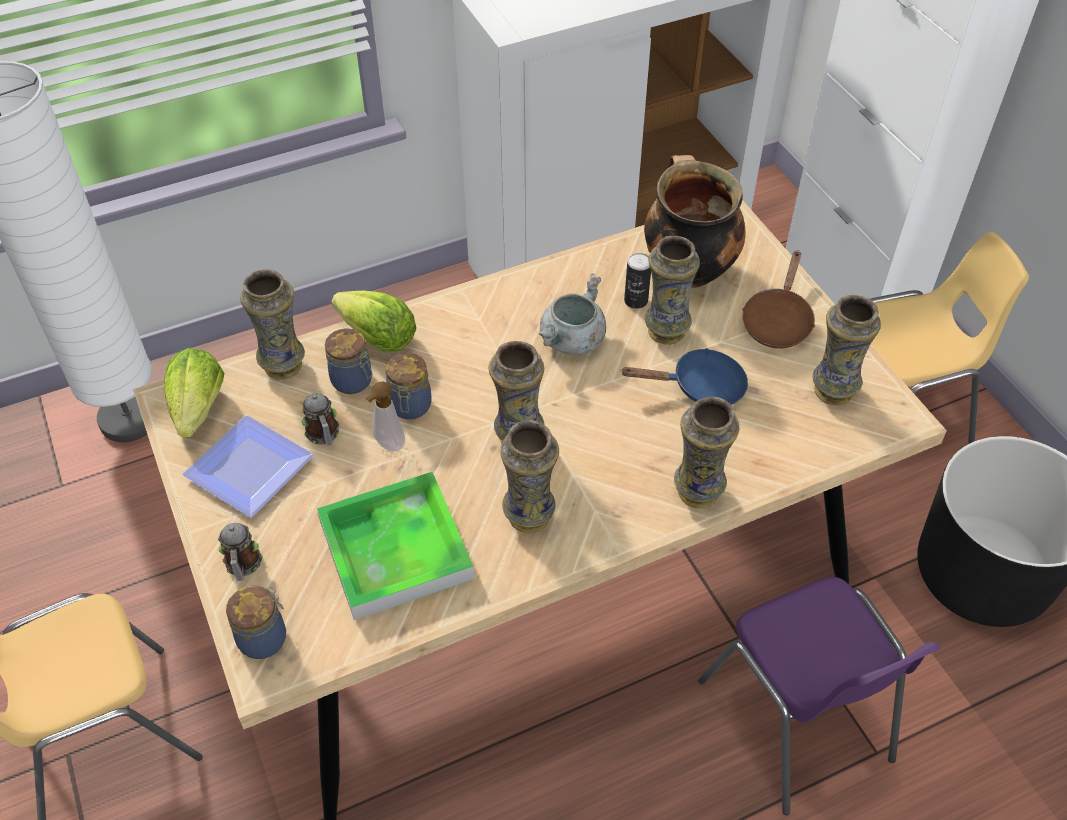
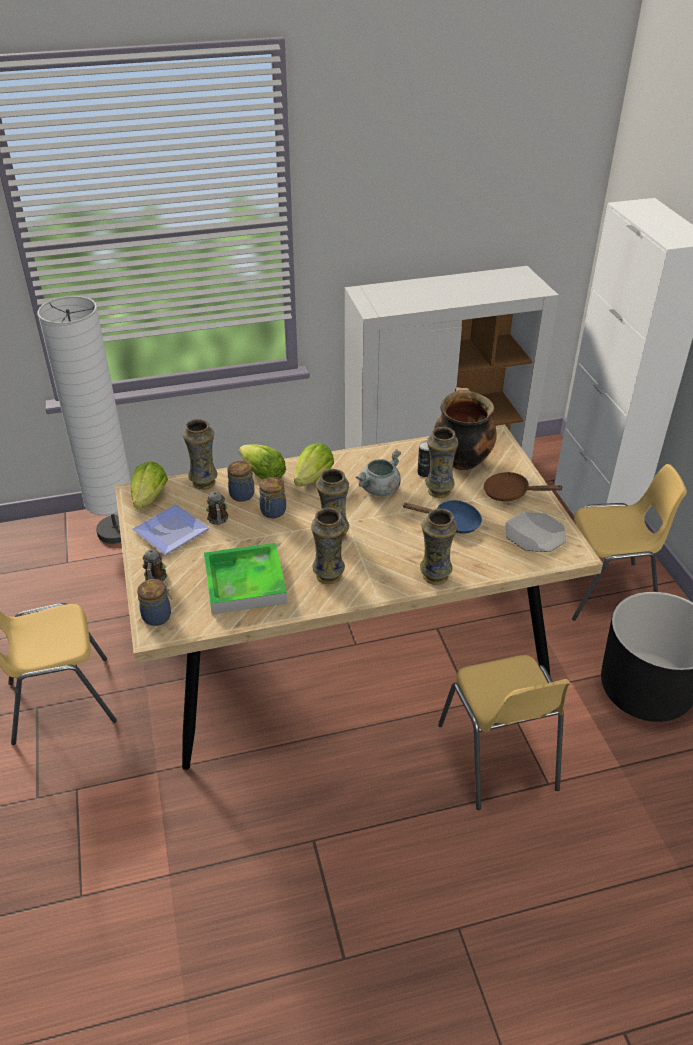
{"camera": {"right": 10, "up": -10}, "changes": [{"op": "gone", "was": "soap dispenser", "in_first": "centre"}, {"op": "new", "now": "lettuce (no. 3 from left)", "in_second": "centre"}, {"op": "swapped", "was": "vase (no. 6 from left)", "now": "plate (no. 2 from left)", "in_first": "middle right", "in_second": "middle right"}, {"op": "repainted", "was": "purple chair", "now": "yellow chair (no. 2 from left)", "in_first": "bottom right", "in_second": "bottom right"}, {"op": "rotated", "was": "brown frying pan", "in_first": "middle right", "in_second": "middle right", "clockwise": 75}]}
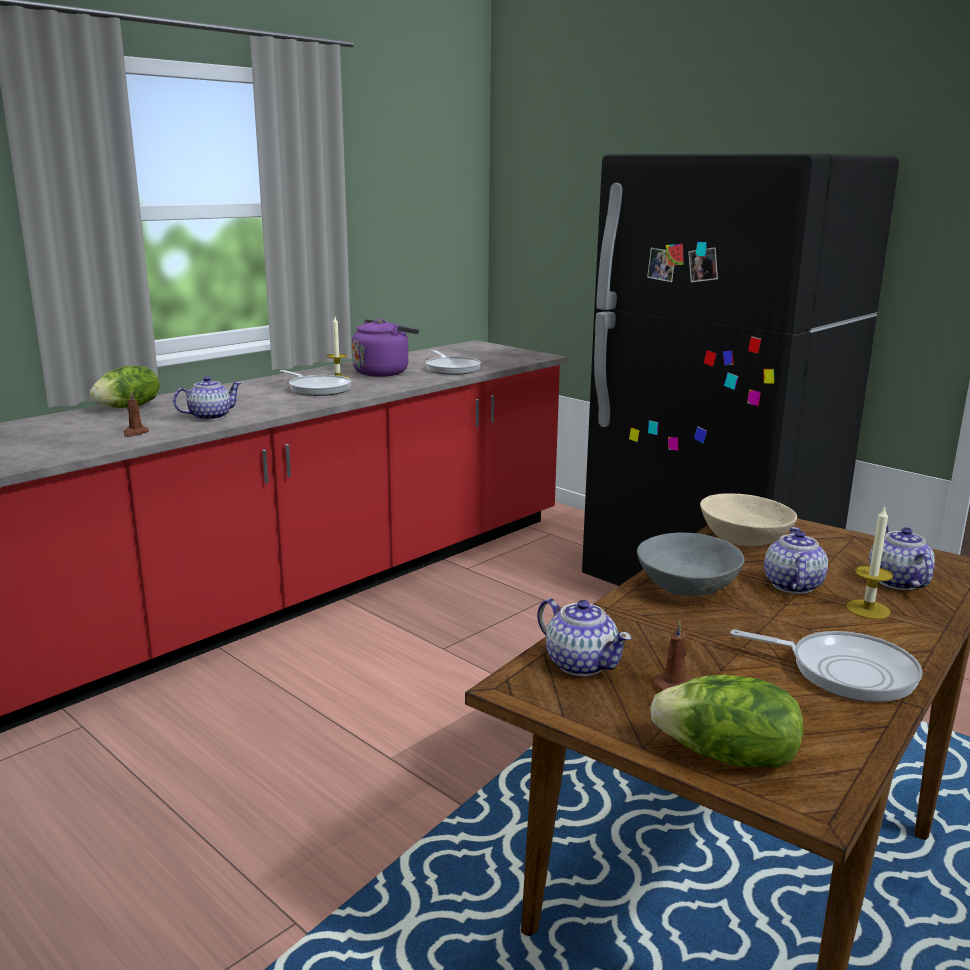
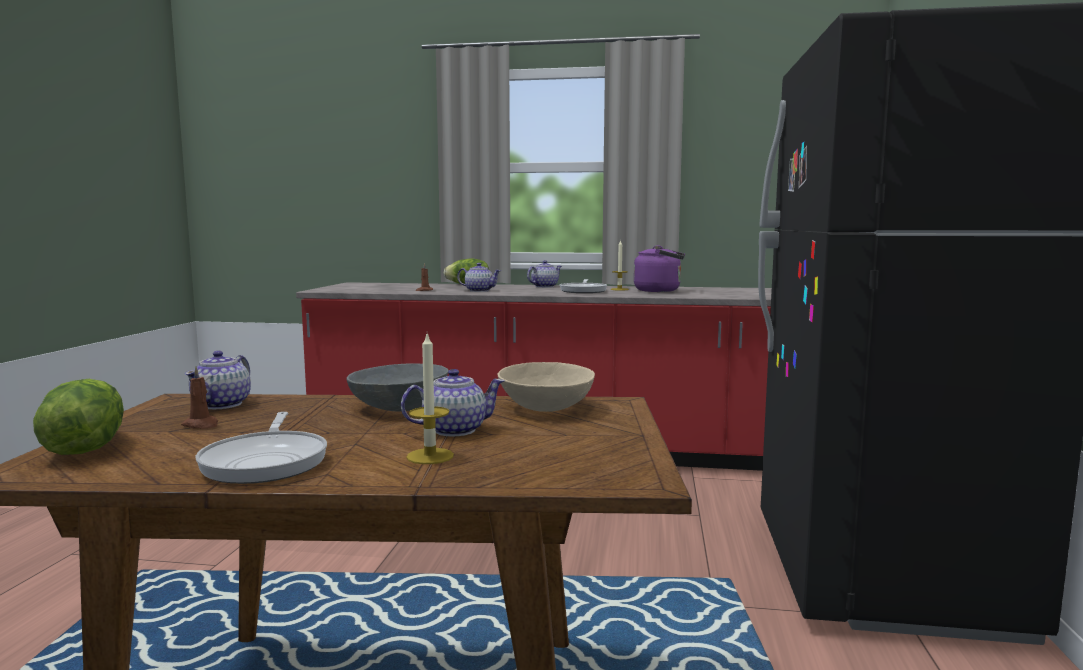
{"camera": {"right": 55, "up": -10}, "changes": [{"op": "gone", "was": "frying pan (no. 2 from left)", "in_first": "centre"}, {"op": "shifted", "was": "teapot (no. 4 from left)", "in_first": "middle right", "in_second": "centre"}]}
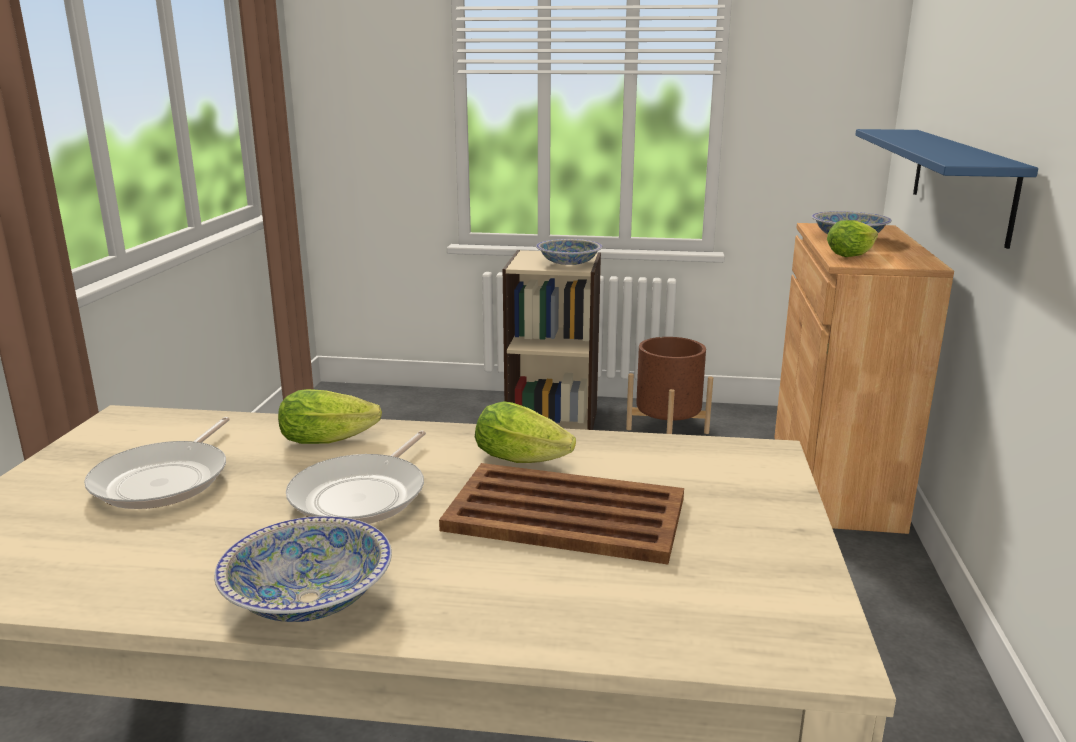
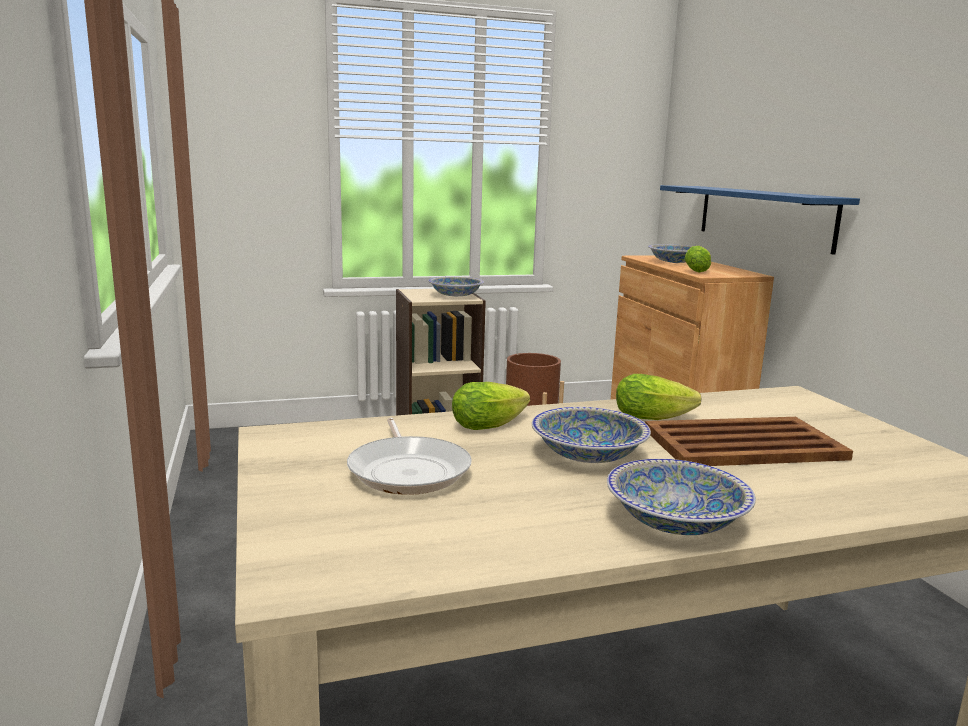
{"camera": {"right": -25, "up": -5}, "changes": [{"op": "swapped", "was": "frying pan (no. 2 from left)", "now": "bowl (no. 2 from left)", "in_first": "middle left", "in_second": "centre"}]}
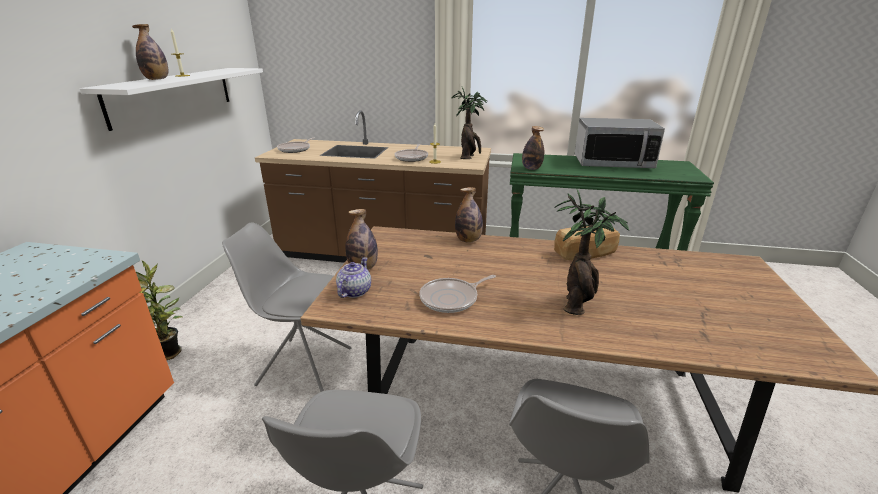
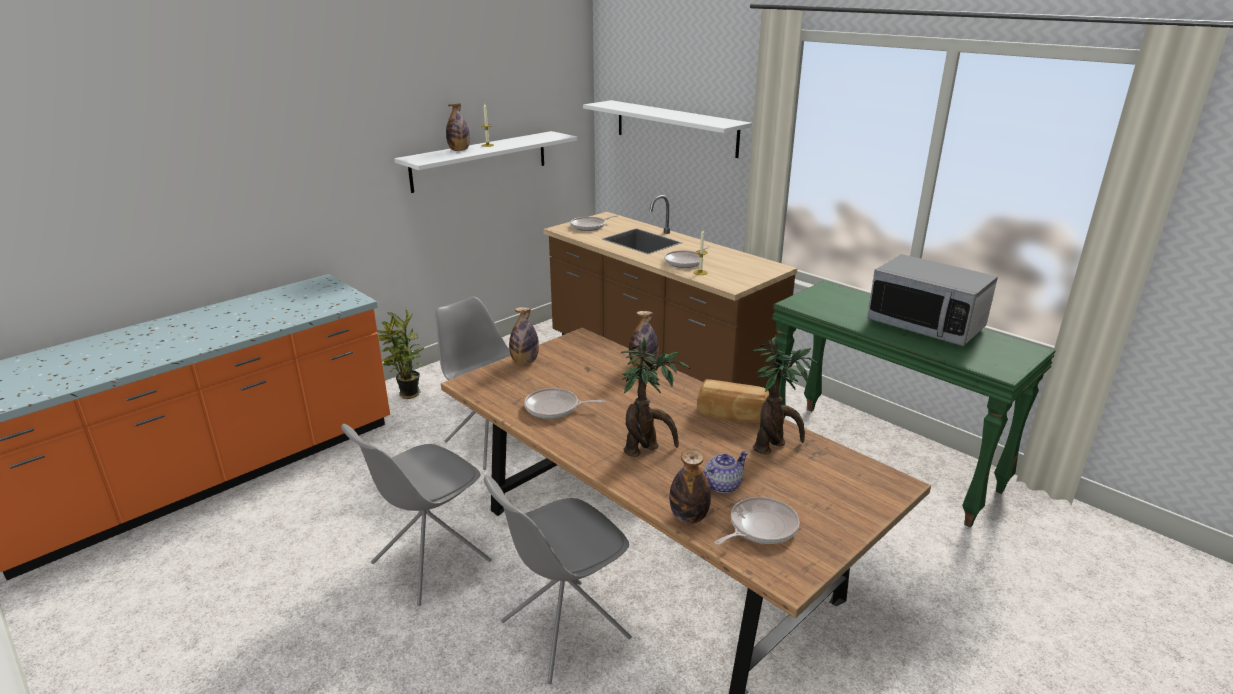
{"camera": {"right": 35, "up": 0}, "changes": [{"op": "new", "now": "white shelf (no. 2 from left)", "in_second": "top centre"}, {"op": "new", "now": "frying pan (no. 4 from left)", "in_second": "bottom centre"}, {"op": "shifted", "was": "teapot", "in_first": "centre", "in_second": "bottom centre"}, {"op": "shifted", "was": "potted plant (no. 2 from left in the first image)", "now": "potted plant (no. 3 from left)", "in_first": "top centre", "in_second": "centre"}, {"op": "shifted", "was": "bottle (no. 4 from left)", "in_first": "top centre", "in_second": "bottom centre"}]}
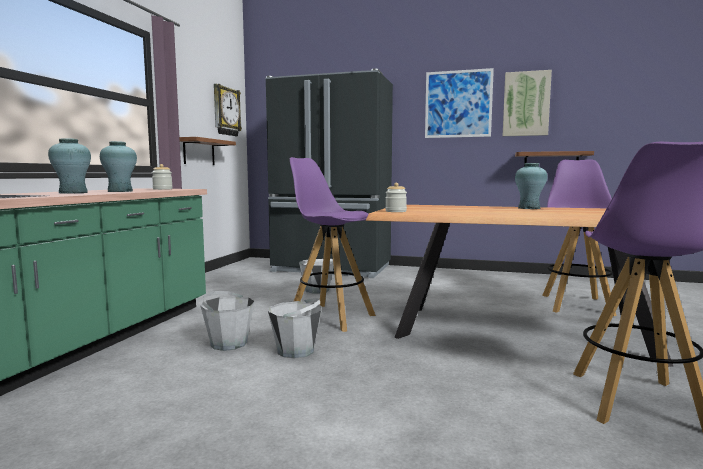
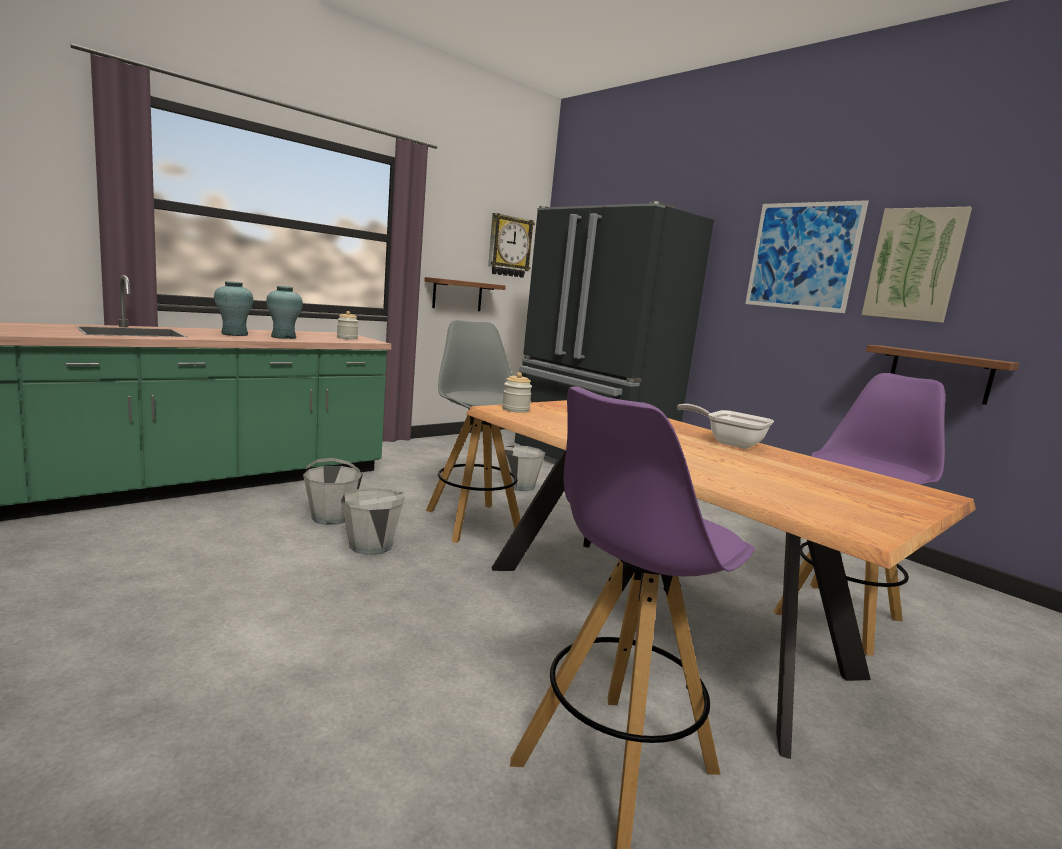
{"camera": {"right": 30, "up": 5}, "changes": [{"op": "swapped", "was": "turquoise vase (no. 3 from left)", "now": "frying pan", "in_first": "middle right", "in_second": "middle right"}, {"op": "repainted", "was": "purple stool (no. 1 from left)", "now": "grey stool", "in_first": "centre", "in_second": "centre"}]}
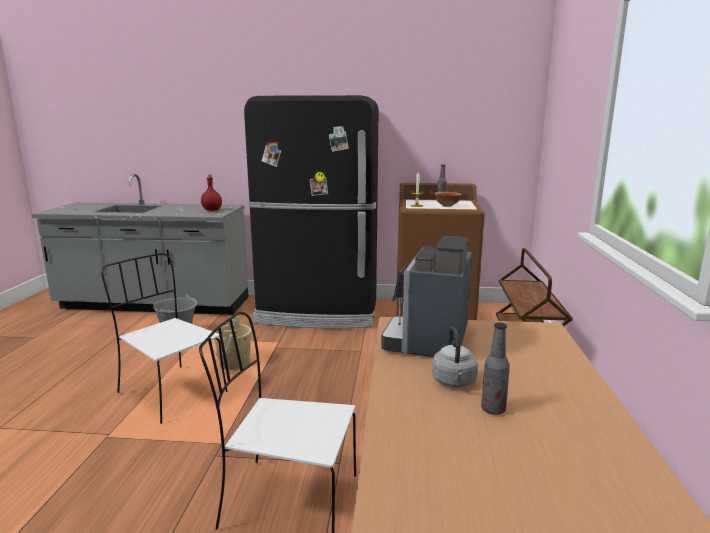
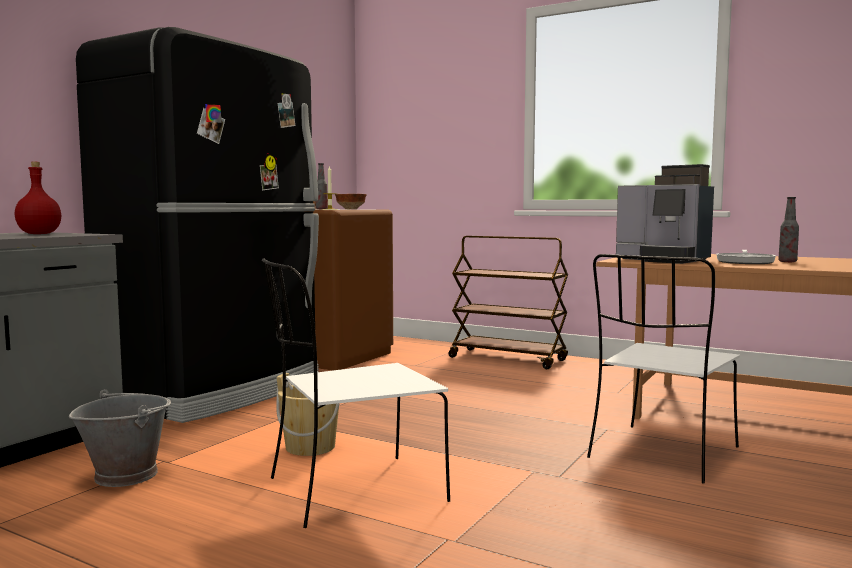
{"camera": {"right": -65, "up": -10}, "changes": [{"op": "swapped", "was": "grey kettle", "now": "frying pan", "in_first": "bottom centre", "in_second": "middle right"}]}
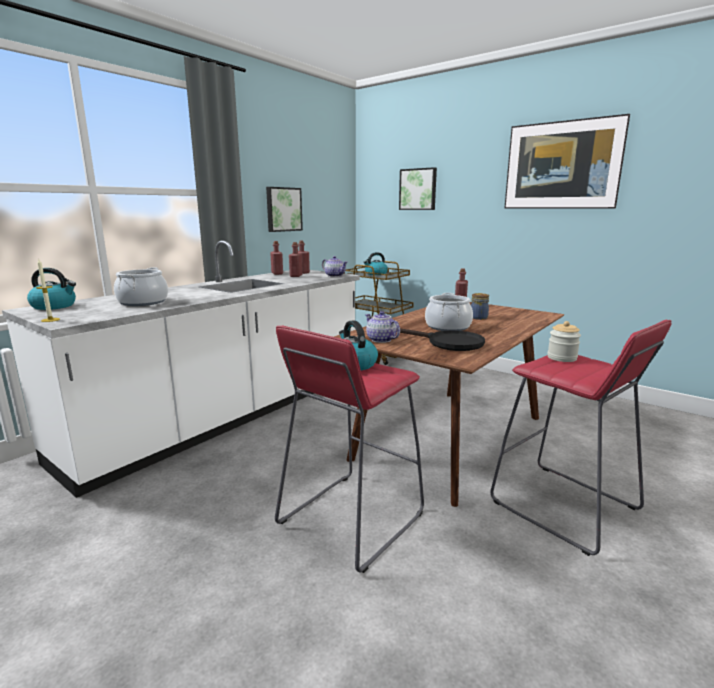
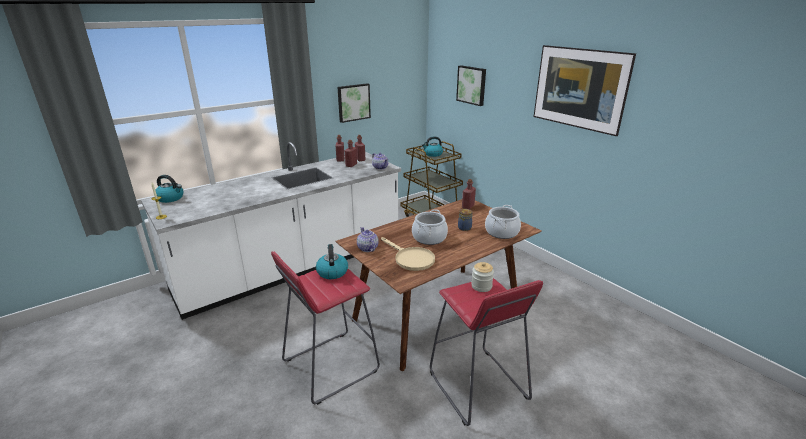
{"camera": {"right": 15, "up": 10}, "changes": [{"op": "shifted", "was": "cooking pot (no. 1 from left in the first image)", "now": "cooking pot (no. 2 from left)", "in_first": "middle left", "in_second": "centre"}, {"op": "repainted", "was": "black frying pan", "now": "beige frying pan", "in_first": "centre", "in_second": "centre"}]}
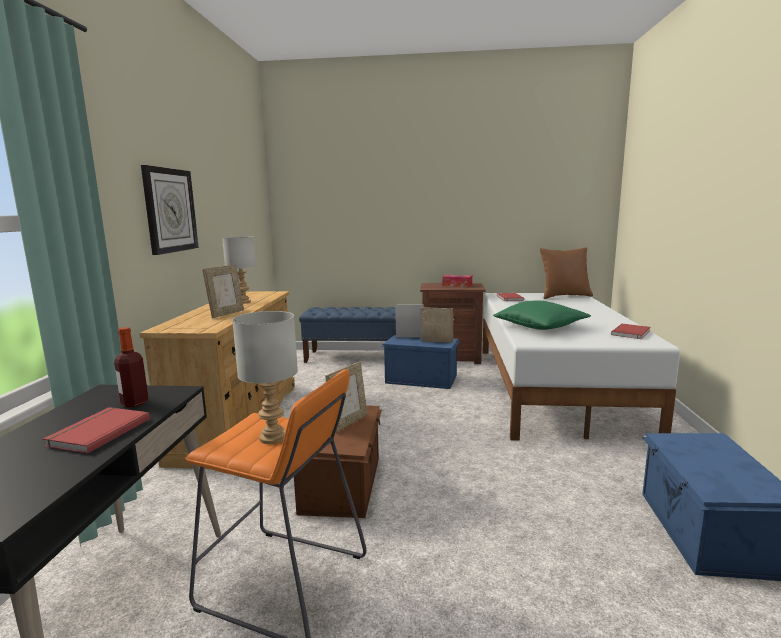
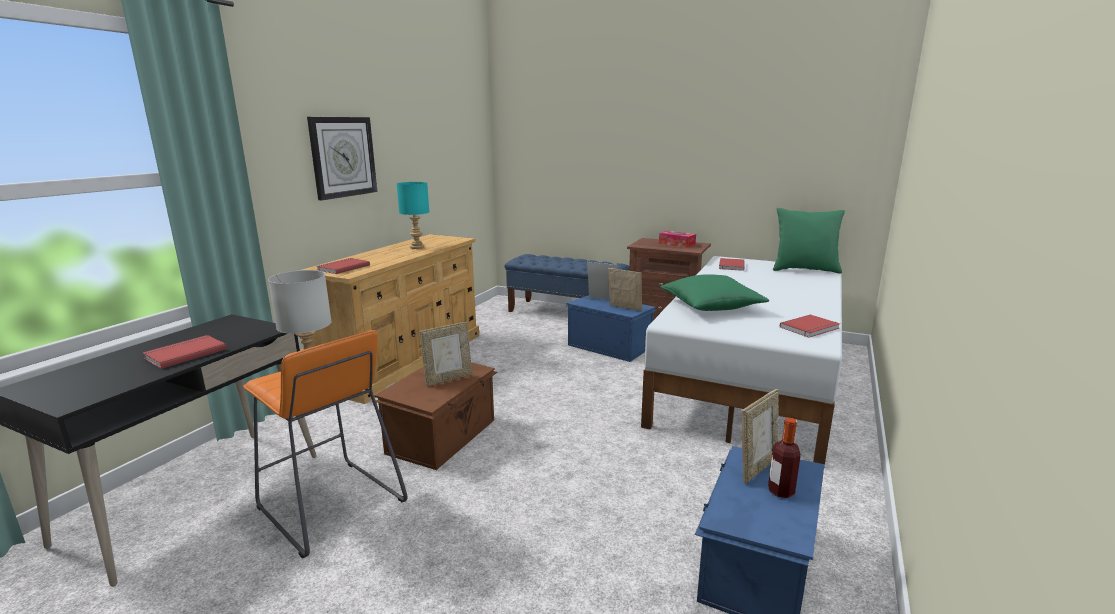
{"camera": {"right": 20, "up": 5}, "changes": [{"op": "new", "now": "red book (no. 2 from left)", "in_second": "middle left"}, {"op": "shifted", "was": "bottle", "in_first": "middle left", "in_second": "bottom right"}, {"op": "shifted", "was": "picture frame (no. 1 from left in the first image)", "now": "picture frame (no. 4 from left)", "in_first": "middle left", "in_second": "bottom right"}, {"op": "repainted", "was": "grey table lamp (no. 1 from left)", "now": "turquoise table lamp", "in_first": "middle left", "in_second": "centre"}, {"op": "repainted", "was": "brown pillow", "now": "green pillow (no. 2 from left)", "in_first": "middle right", "in_second": "middle right"}]}
